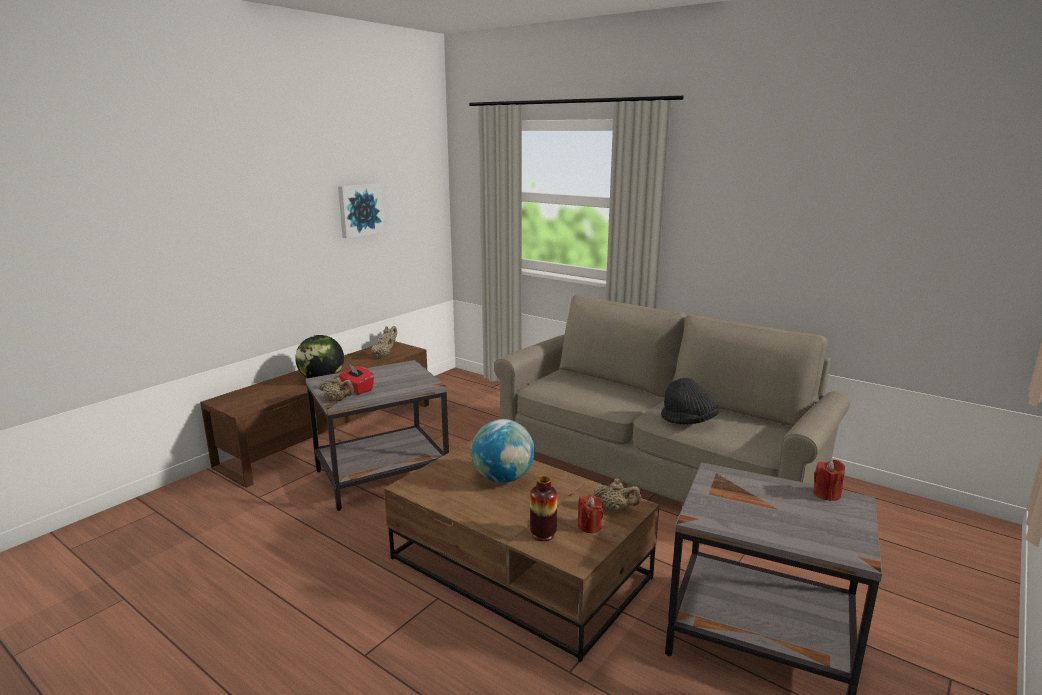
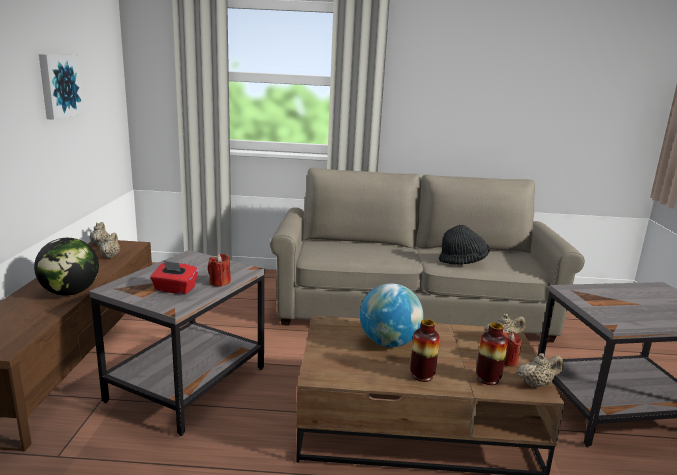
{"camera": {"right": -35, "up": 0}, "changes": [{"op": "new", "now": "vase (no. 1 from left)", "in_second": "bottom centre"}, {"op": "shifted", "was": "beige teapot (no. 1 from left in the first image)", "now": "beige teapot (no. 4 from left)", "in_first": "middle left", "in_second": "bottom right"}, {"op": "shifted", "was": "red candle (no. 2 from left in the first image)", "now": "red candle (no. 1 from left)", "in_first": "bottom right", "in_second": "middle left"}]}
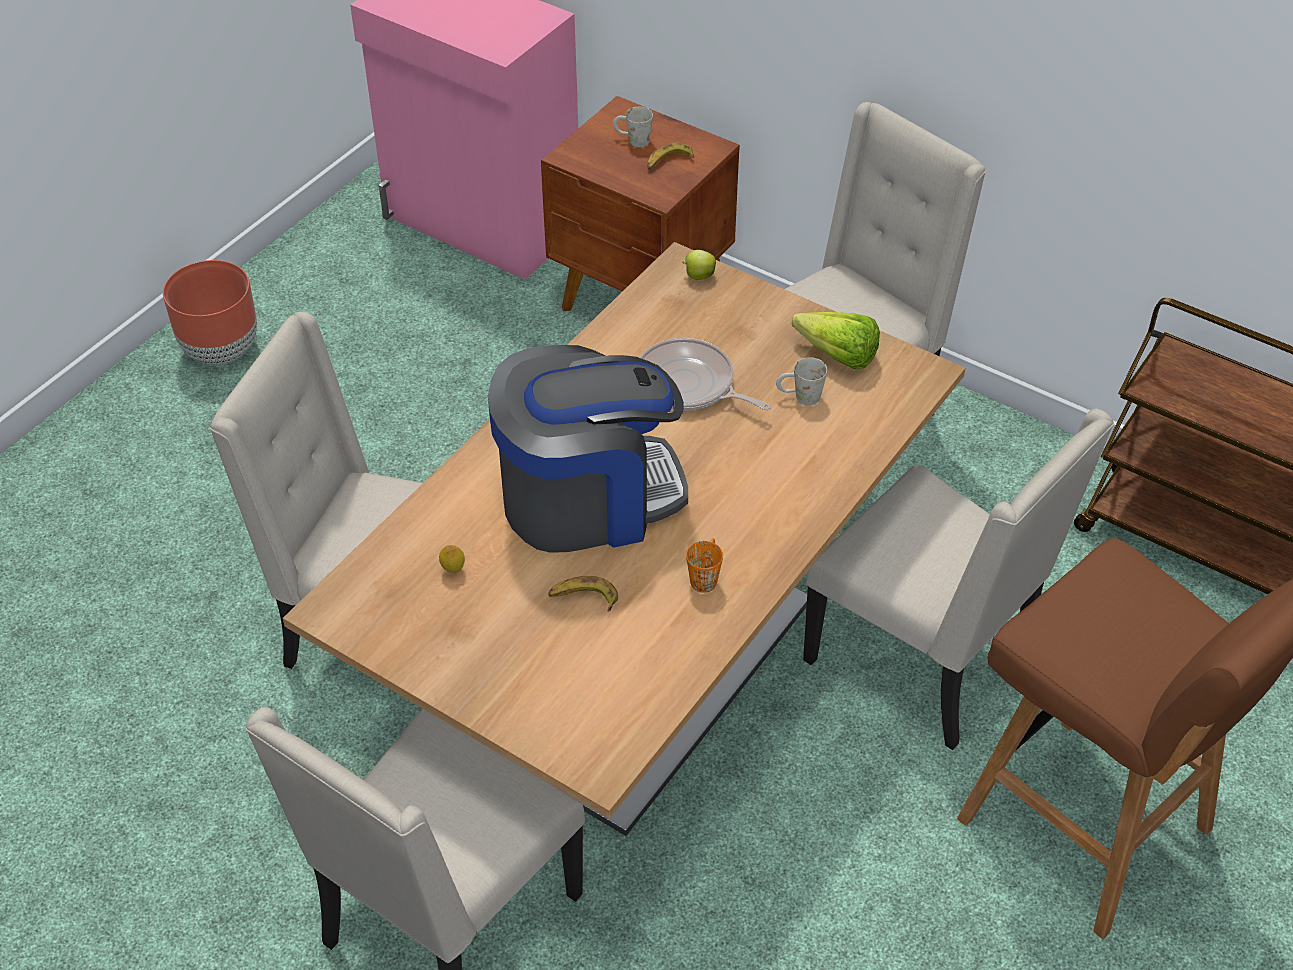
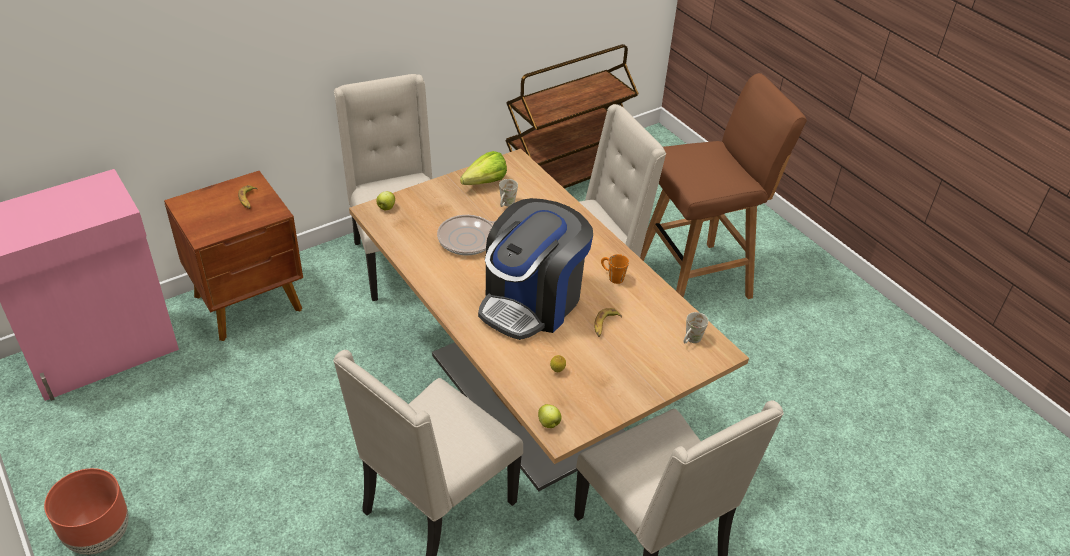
{"camera": {"right": -70, "up": -5}, "changes": [{"op": "new", "now": "apple (no. 2 from left)", "in_second": "bottom centre"}, {"op": "shifted", "was": "white mug (no. 1 from left in the first image)", "now": "white mug (no. 2 from left)", "in_first": "top centre", "in_second": "centre"}, {"op": "rotated", "was": "coffee machine", "in_first": "centre", "in_second": "centre", "clockwise": -150}]}
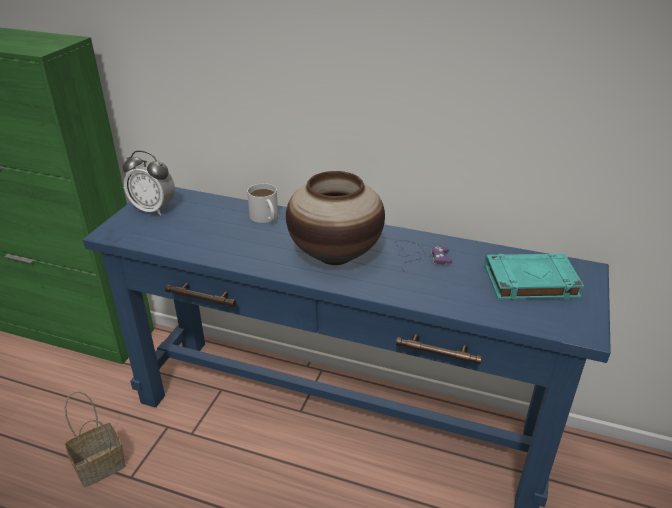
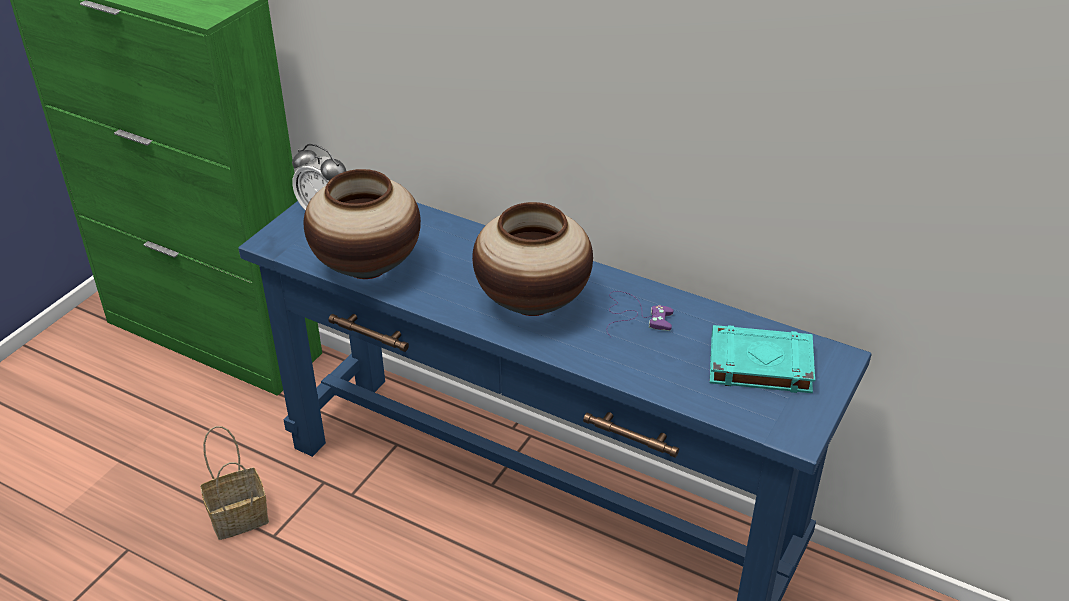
{"camera": {"right": 10, "up": 5}, "changes": [{"op": "gone", "was": "white mug", "in_first": "centre"}, {"op": "new", "now": "vase (no. 1 from left)", "in_second": "centre"}]}
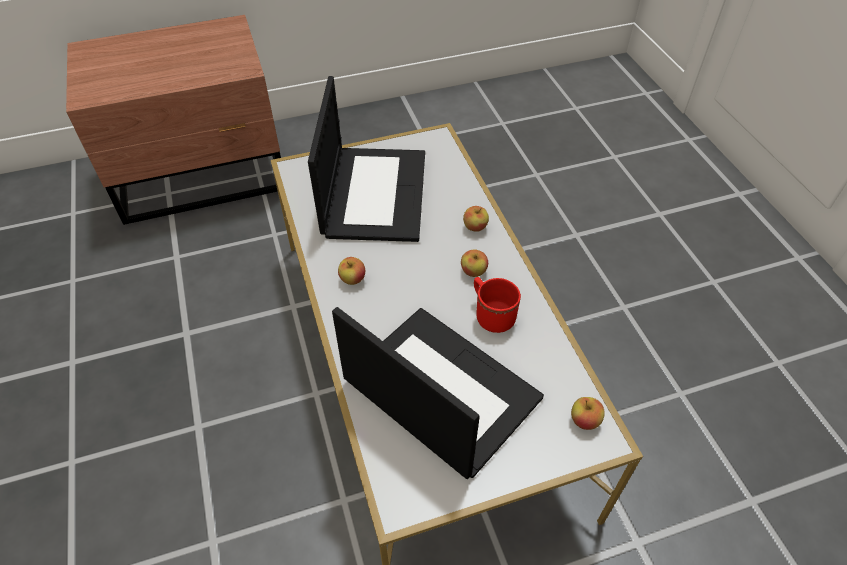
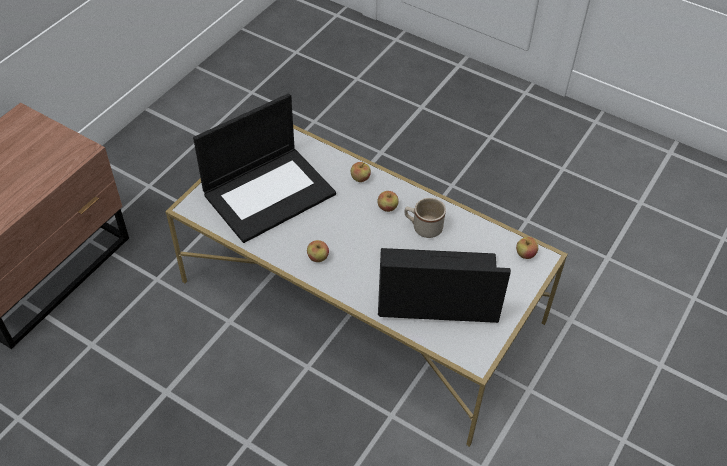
{"camera": {"right": -40, "up": 0}, "changes": [{"op": "repainted", "was": "red mug", "now": "beige mug", "in_first": "centre", "in_second": "centre"}, {"op": "rotated", "was": "laptop (no. 1 from left)", "in_first": "top centre", "in_second": "centre", "clockwise": 90}]}
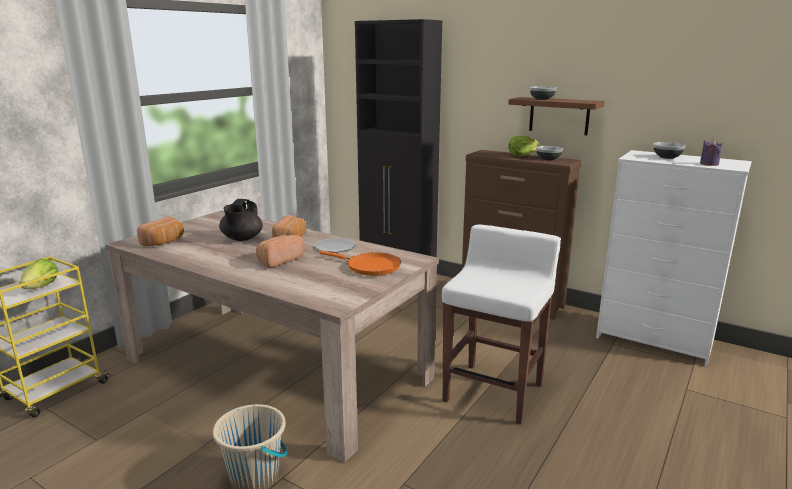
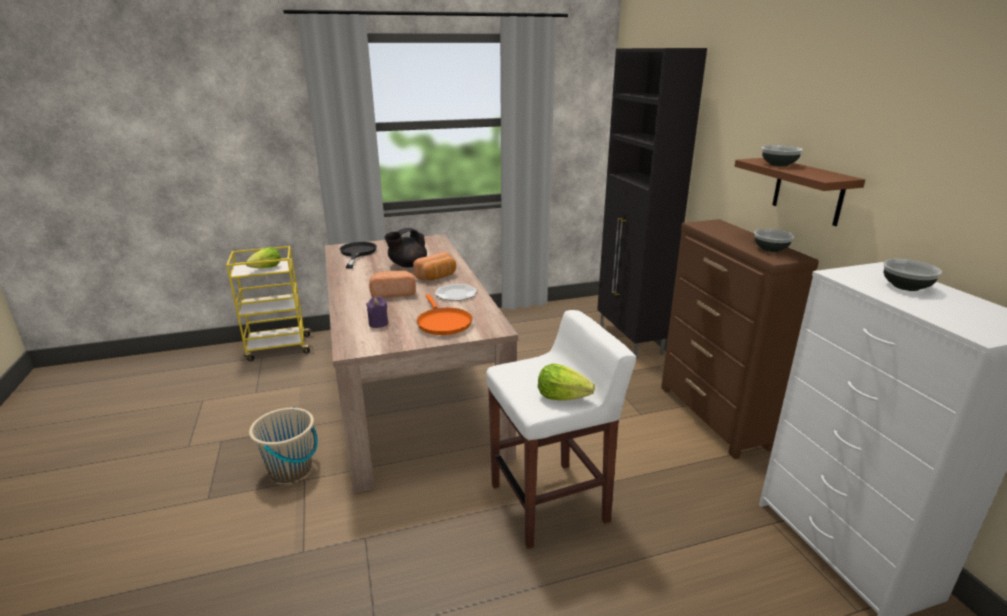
{"camera": {"right": 40, "up": 5}, "changes": [{"op": "shifted", "was": "lettuce (no. 2 from left)", "in_first": "top centre", "in_second": "centre"}, {"op": "shifted", "was": "purple candle", "in_first": "top right", "in_second": "centre"}, {"op": "swapped", "was": "bread (no. 1 from left)", "now": "black frying pan", "in_first": "middle left", "in_second": "centre"}]}
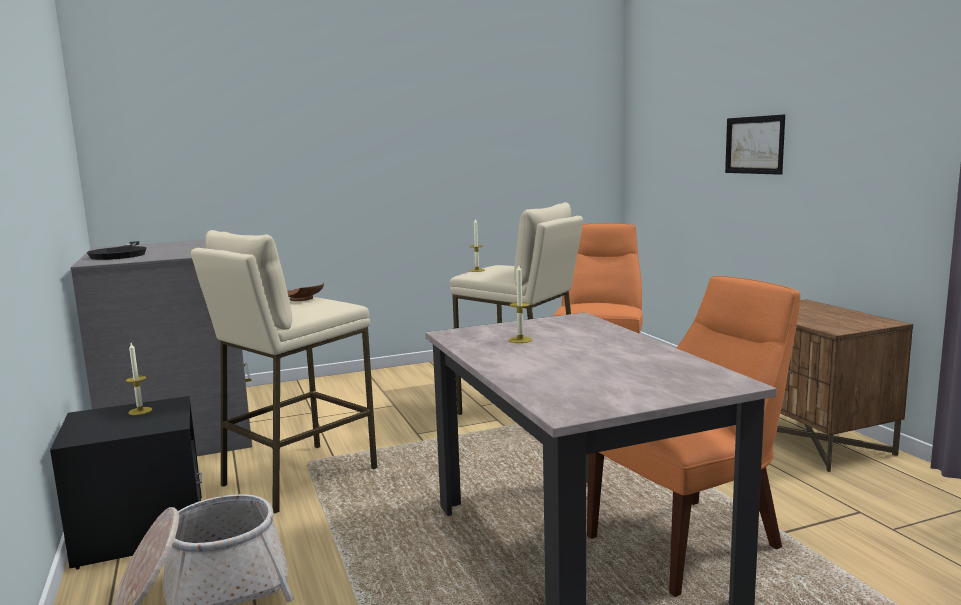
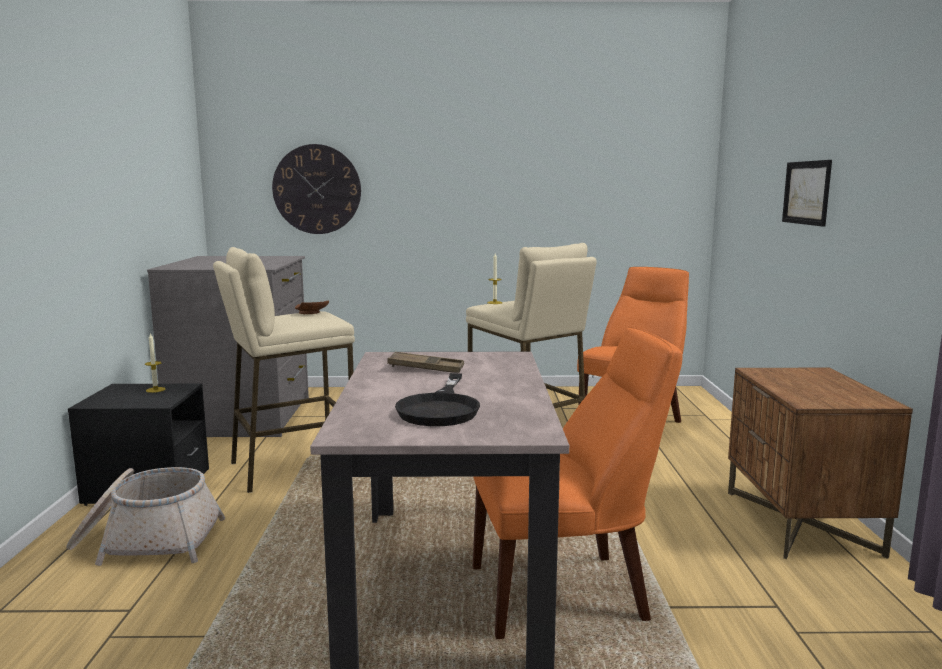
{"camera": {"right": 20, "up": 0}, "changes": [{"op": "new", "now": "wall clock", "in_second": "top centre"}, {"op": "shifted", "was": "black frying pan", "in_first": "middle left", "in_second": "centre"}, {"op": "swapped", "was": "candle (no. 3 from left)", "now": "brown tray", "in_first": "centre", "in_second": "centre"}]}
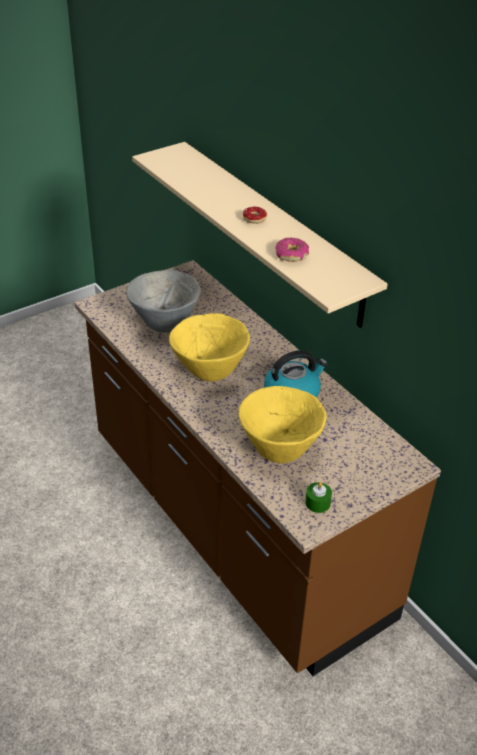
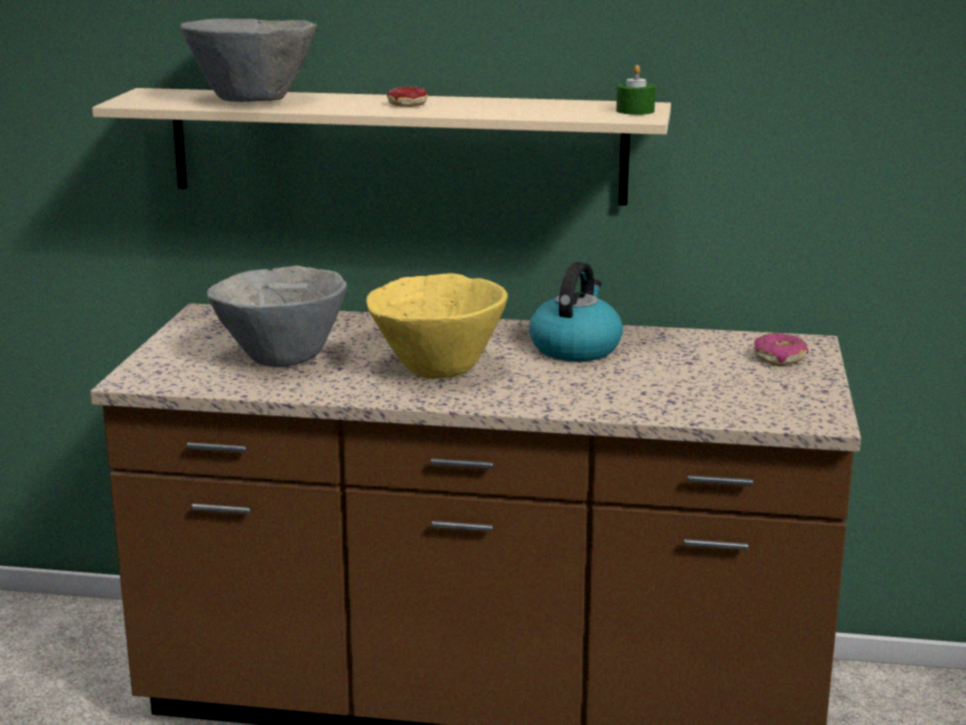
{"camera": {"right": -45, "up": -20}, "changes": [{"op": "gone", "was": "yellow bowl (no. 2 from left)", "in_first": "centre"}, {"op": "new", "now": "grey bowl (no. 1 from left)", "in_second": "top left"}, {"op": "shifted", "was": "donut (no. 2 from left)", "in_first": "top centre", "in_second": "middle right"}, {"op": "shifted", "was": "green candle", "in_first": "middle right", "in_second": "top centre"}]}
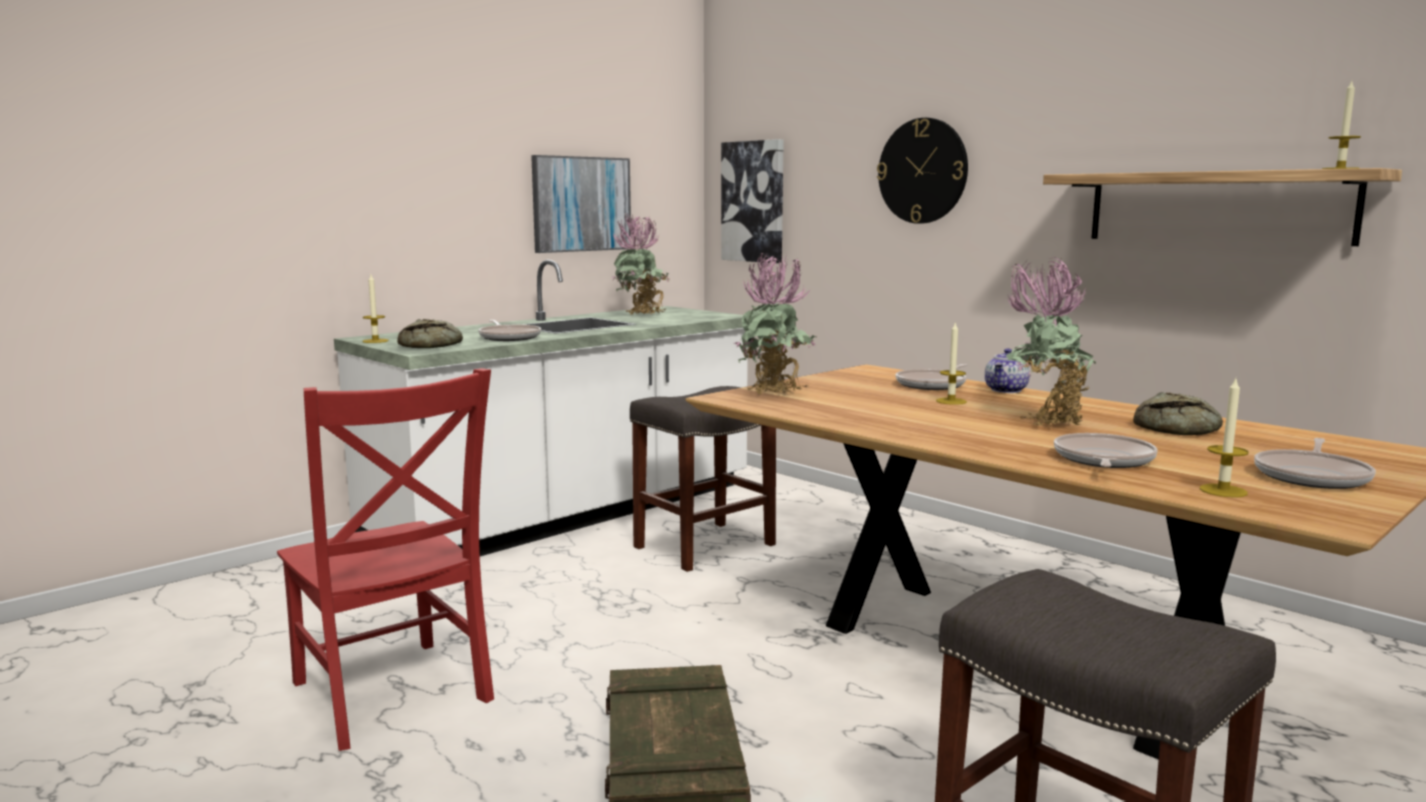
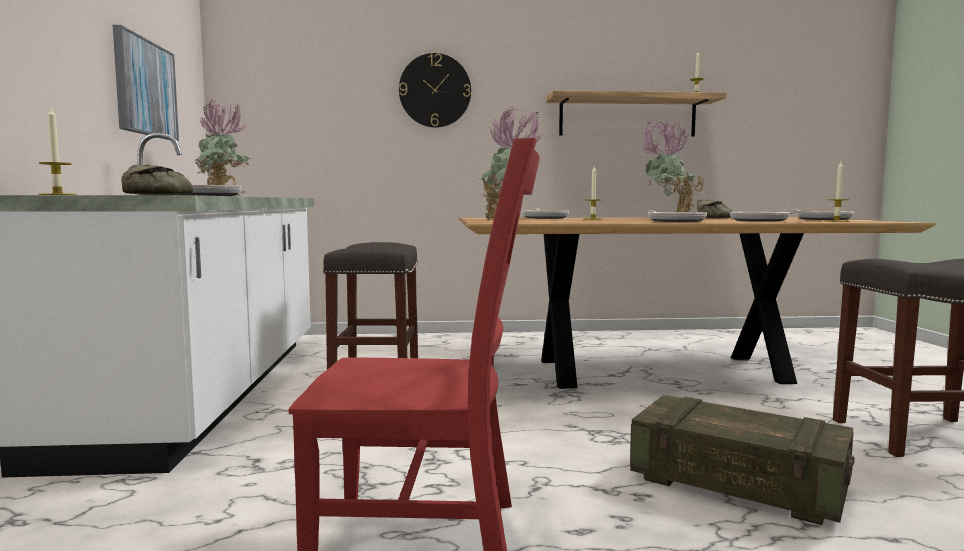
{"camera": {"right": -50, "up": -5}, "changes": [{"op": "gone", "was": "picture (no. 2 from left)", "in_first": "top centre"}, {"op": "gone", "was": "teapot", "in_first": "middle right"}, {"op": "new", "now": "frying pan (no. 3 from left)", "in_second": "middle right"}]}
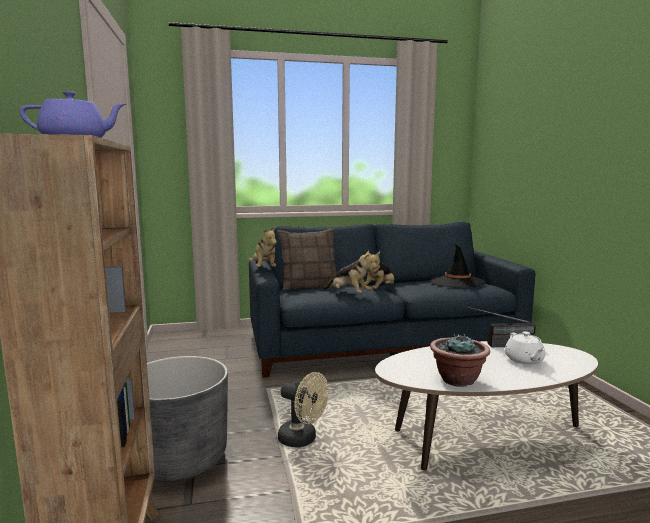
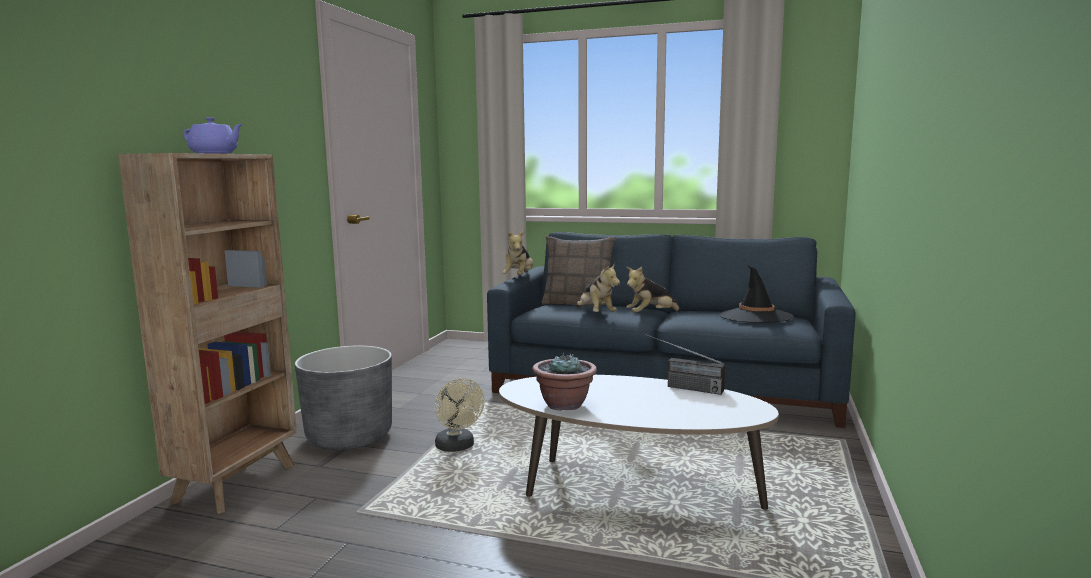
{"camera": {"right": 30, "up": 0}, "changes": [{"op": "gone", "was": "white teapot", "in_first": "middle right"}]}
